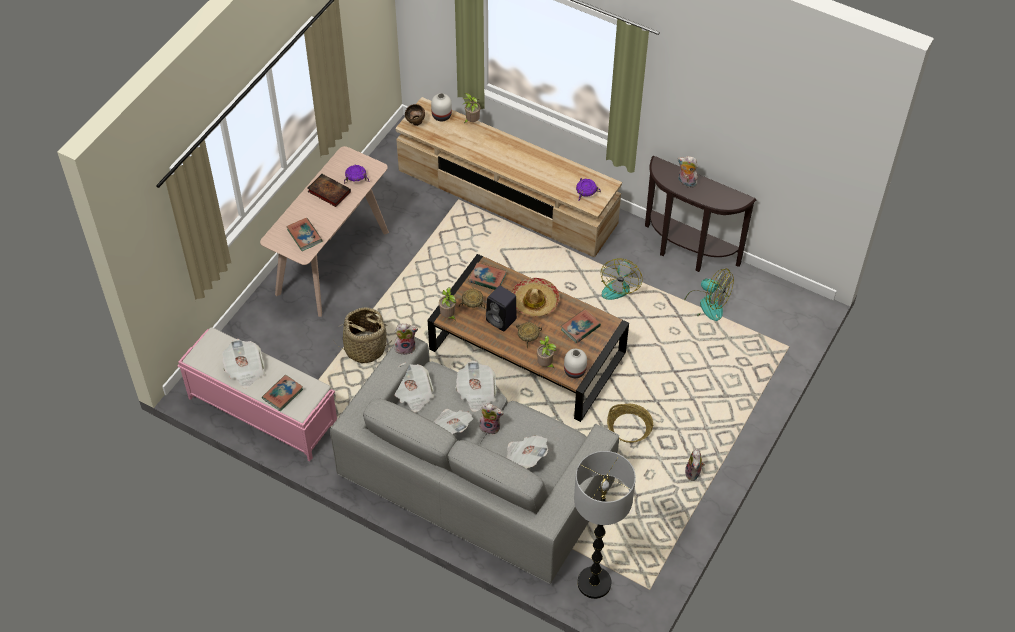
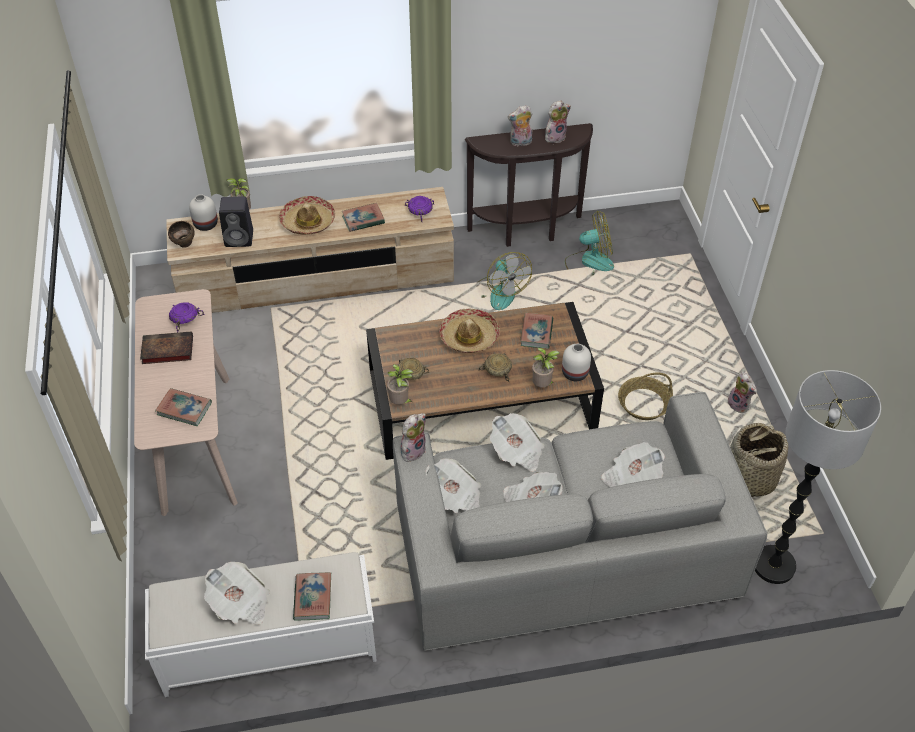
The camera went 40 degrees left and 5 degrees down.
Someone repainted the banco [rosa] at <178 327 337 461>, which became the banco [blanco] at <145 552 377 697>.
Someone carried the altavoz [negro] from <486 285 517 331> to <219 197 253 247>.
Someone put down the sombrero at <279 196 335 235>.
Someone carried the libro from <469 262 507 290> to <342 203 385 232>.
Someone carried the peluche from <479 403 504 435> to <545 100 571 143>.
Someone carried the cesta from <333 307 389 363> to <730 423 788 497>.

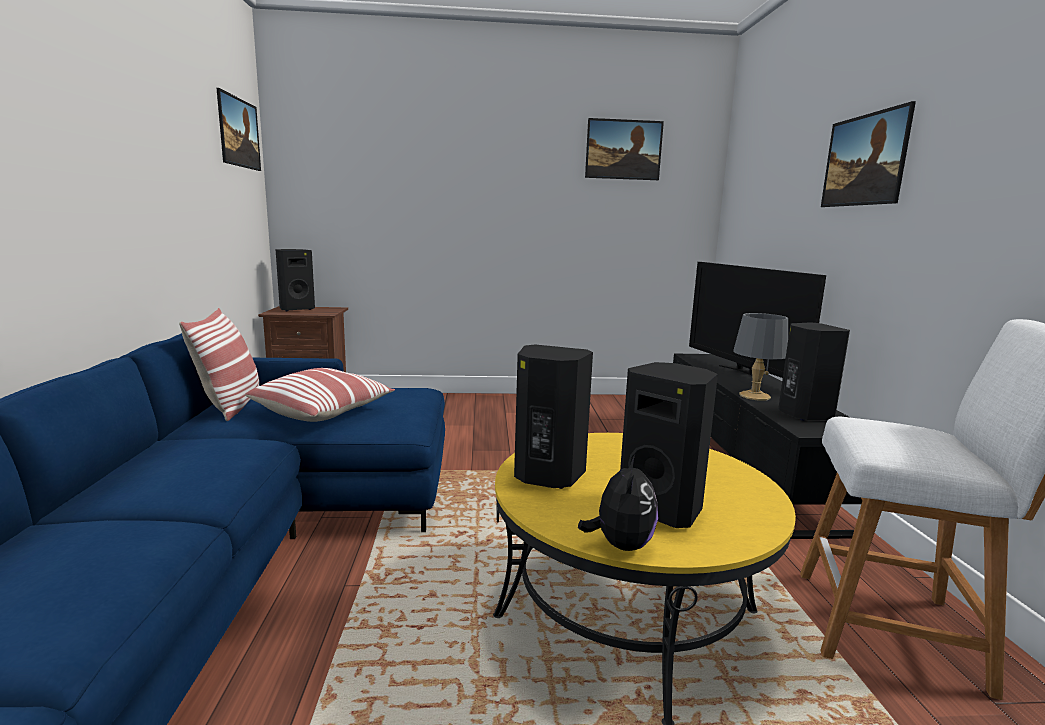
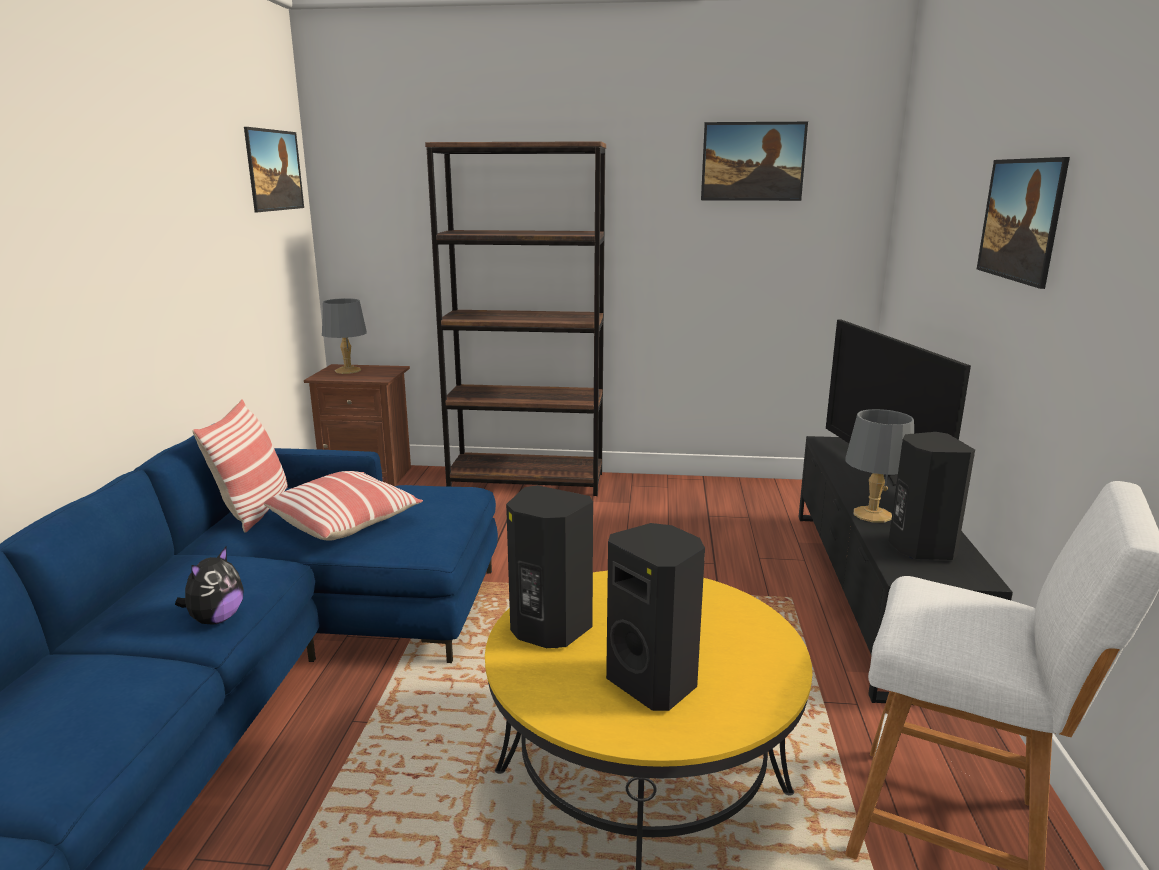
The camera went 10 degrees right and 5 degrees up.
Someone carried the peluche from <578 455 658 551> to <175 547 244 625>.
Someone swapped the altavoz [negro] at <276 249 315 311> for the lámpara de mesa [gris] at <322 298 367 374>.
Someone put down the estantería [marrón] at <425 141 606 496>.

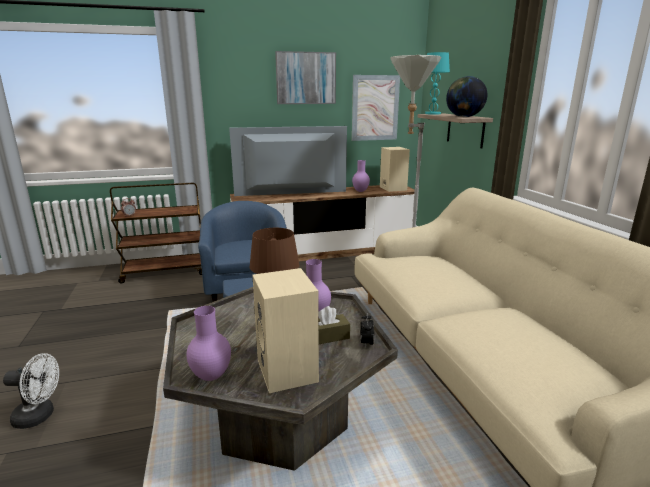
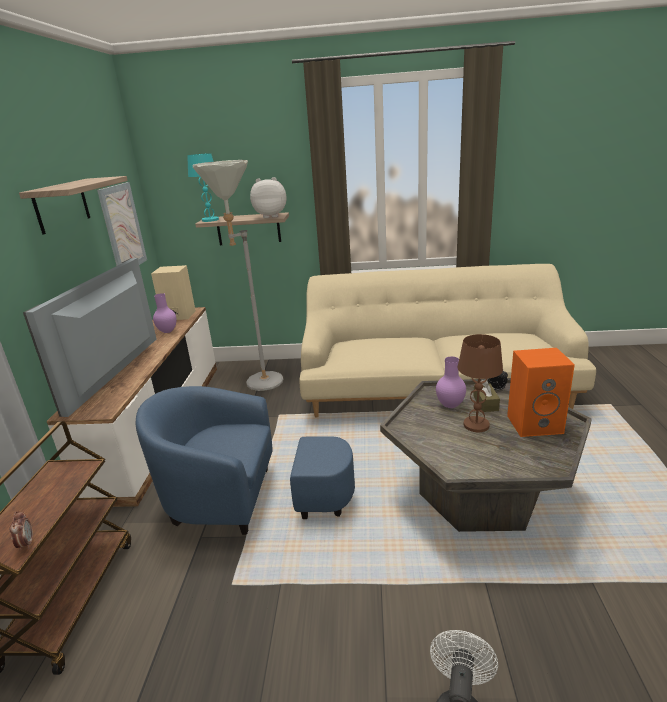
The camera went 70 degrees left and 5 degrees up.
Someone swapped the cuadro at <275 51 336 104> for the estante at <19 176 128 235>.
Someone swapped the globo terráqueo at <446 76 487 117> for the peluche at <250 177 287 218>.
Someone repainted the altavoz [beis] at <253 268 319 393>, which became the altavoz [naranja] at <507 348 575 437>.
Someone took away the florero [morado] at <186 306 231 381>.

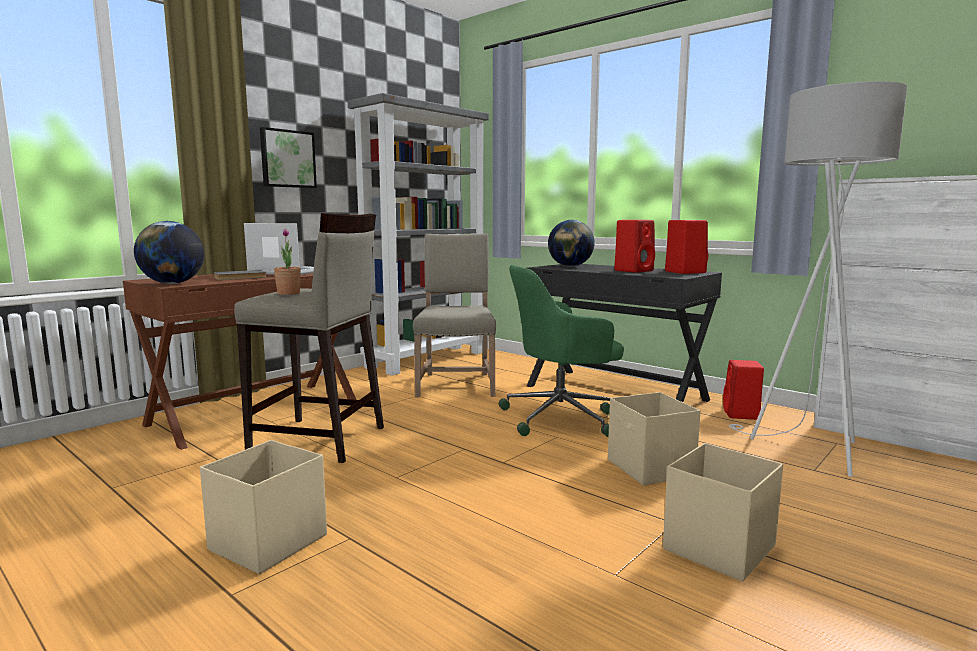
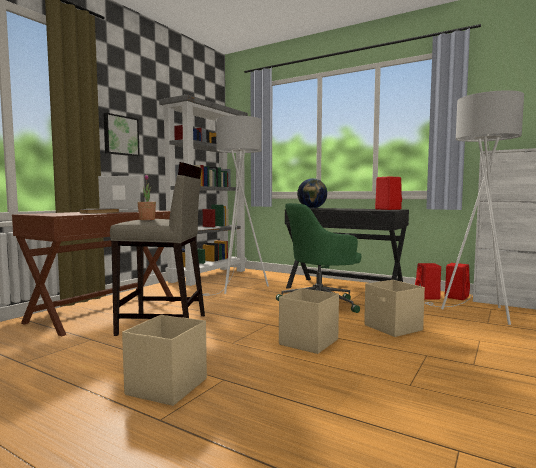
The camera went 10 degrees left and 5 degrees down.
Someone swapped the silla [beis] at <413 234 496 397> for the lámpara de pie [blanco] at <203 116 269 296>.
Someone carried the caja de almacenaje [beis] from <663 443 783 582> to <279 288 339 354>.
Someone carried the altavoz [rojo] from <614 220 655 273> to <445 263 470 300>.
Someone took away the globo terráqueo at <134 221 204 284>.

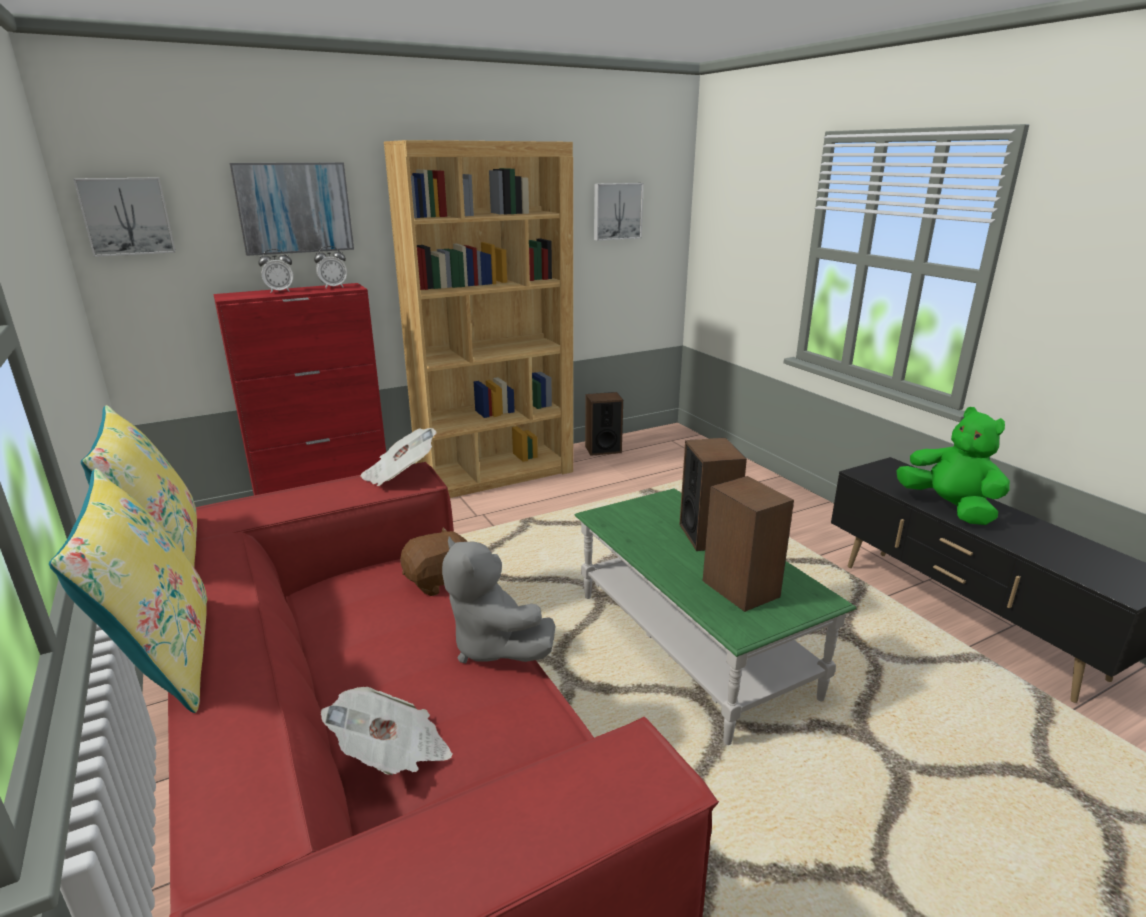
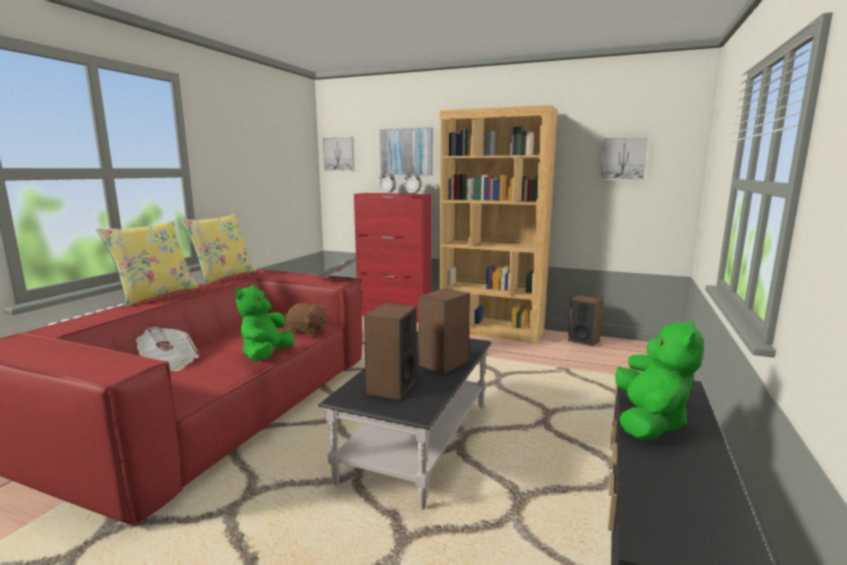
The camera went 50 degrees right and 10 degrees down.
Someone repainted the peluche [gris] at <442 537 555 663>, which became the peluche [verde] at <235 284 295 361>.
Someone repainted the mesa de centro [verde] at <575 488 857 745>, which became the mesa de centro [negro] at <318 331 492 510>.

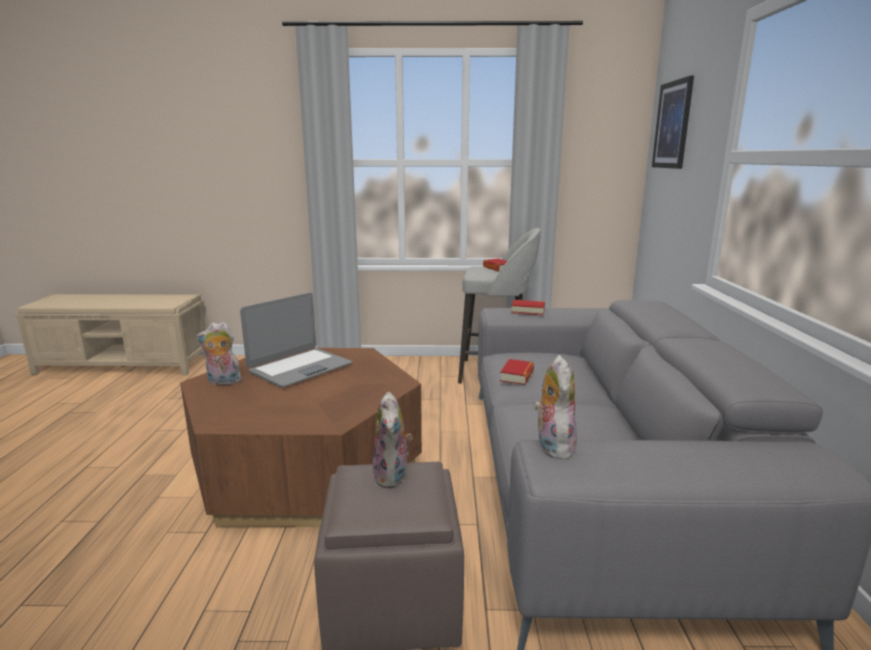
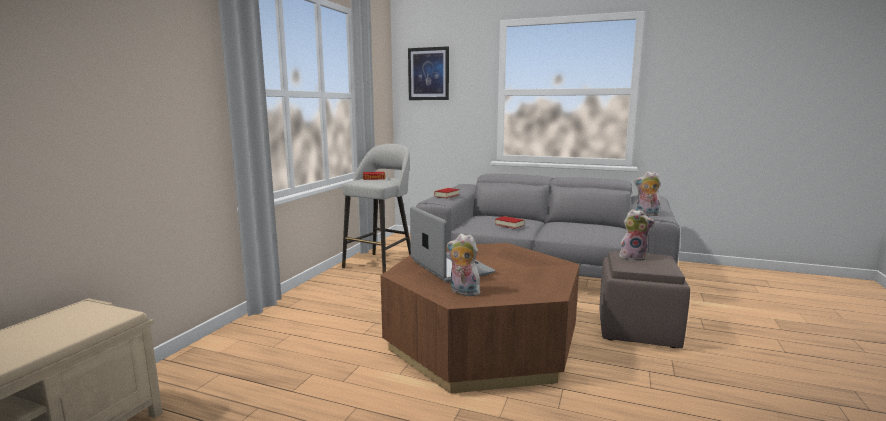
The camera went 70 degrees left and 5 degrees down.
Someone rotated the peluche at <196 322 242 385> by 105 degrees clockwise.

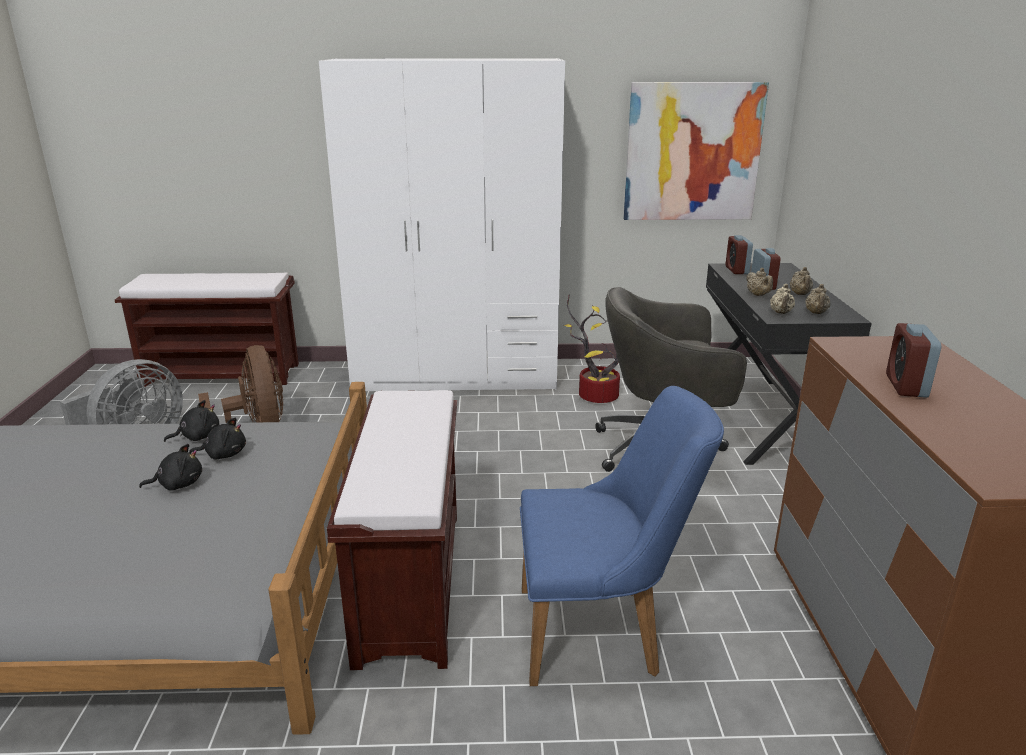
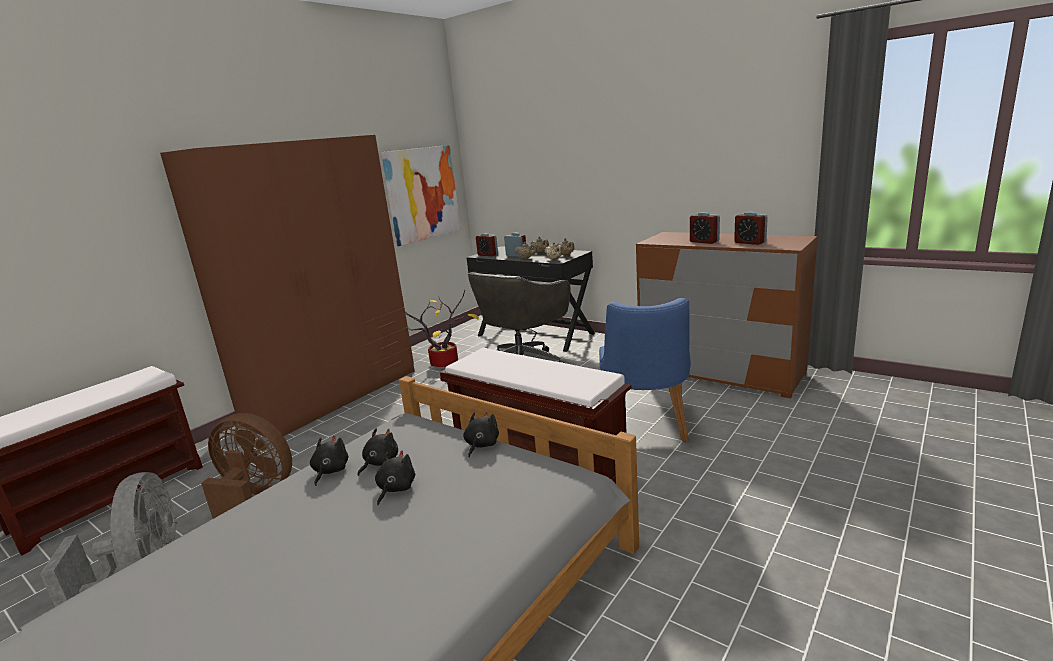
The camera went 50 degrees left and 5 degrees down.
Someone repainted the armario ropero [blanco] at <319 58 565 391>, which became the armario ropero [marrón] at <160 135 415 437>.
Someone put down the peluche [negro] at <463 411 499 458>.
Someone rotated the silla [azul] at <520 386 724 686> by 150 degrees clockwise.
Someone put down the despertador at <734 211 768 245>.

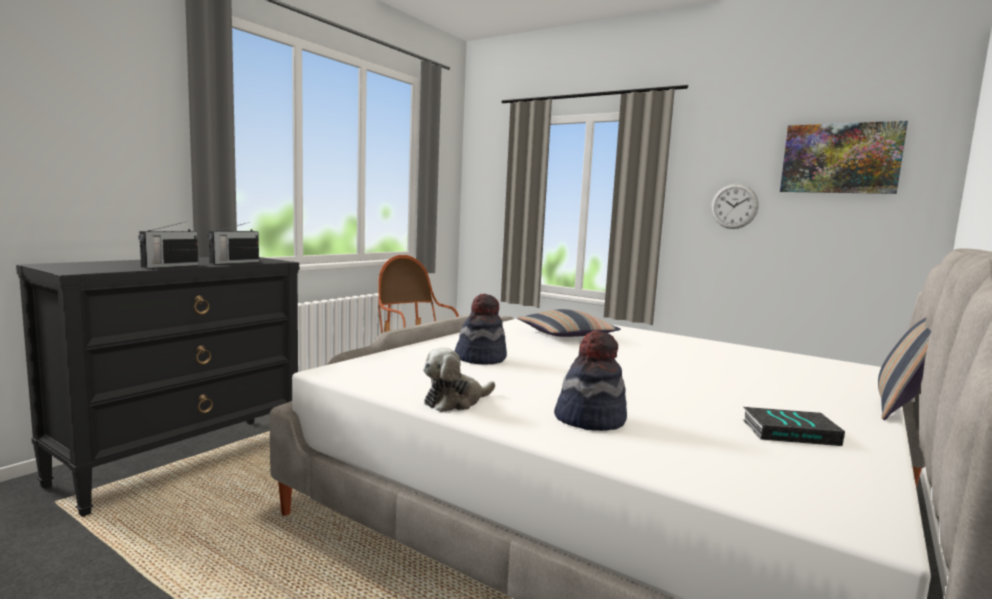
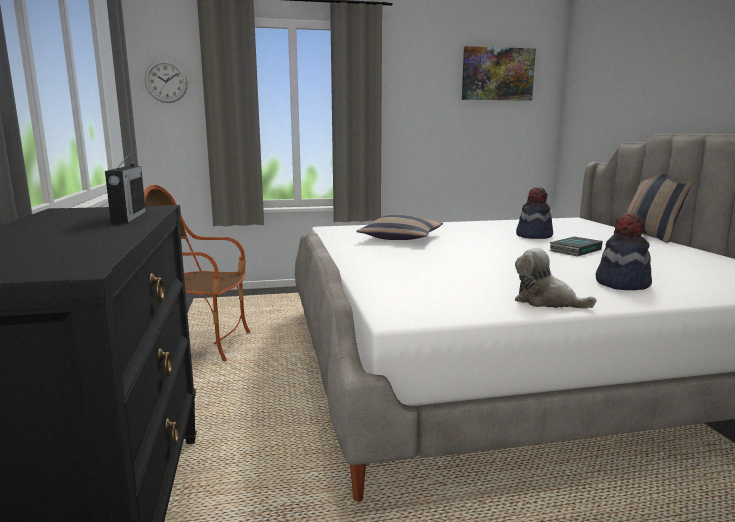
The camera went 45 degrees left and 5 degrees up.
Someone carried the reloj de pared from <711 184 759 229> to <145 60 188 103>.
Someone rotated the peluche at <423 347 495 412> by 120 degrees clockwise.
Someone carried the sombrero from <455 294 507 364> to <516 187 553 239>.
Someone carried the libro from <743 407 845 446> to <549 237 603 256>.
Someone took away the radio at <138 221 199 268>.

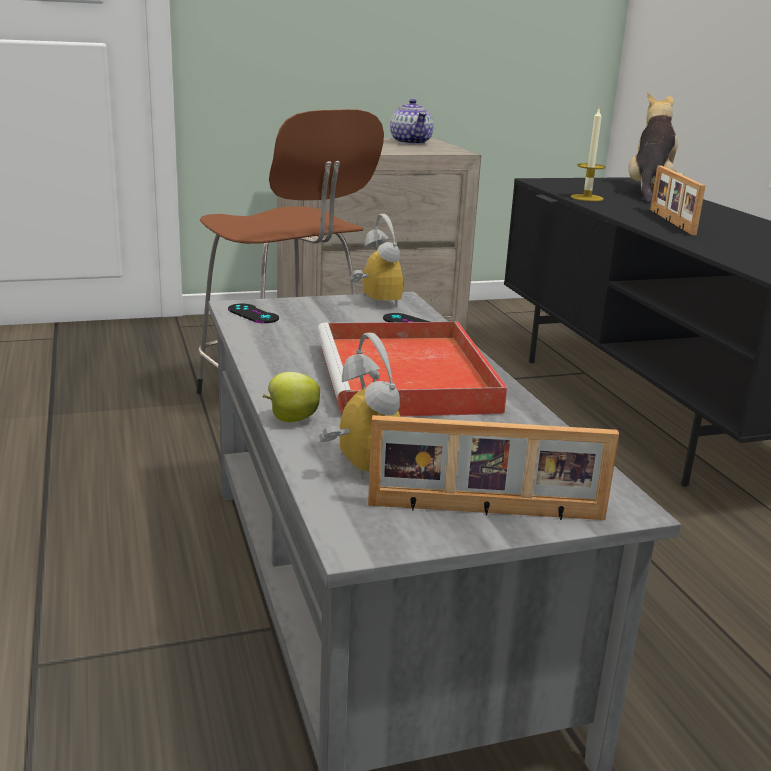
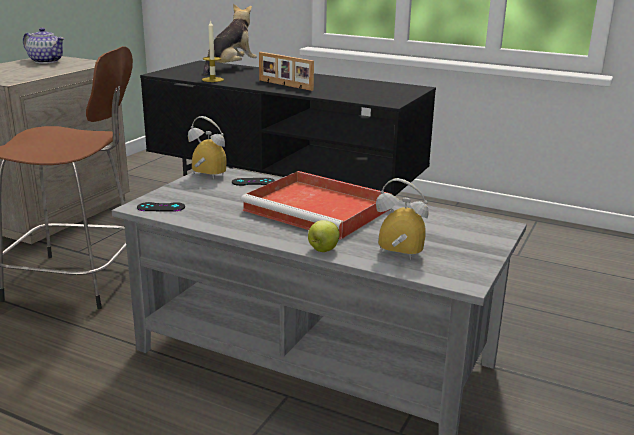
The camera went 45 degrees left and 0 degrees up.
Someone rotated the peluche at <629 92 684 203> by 60 degrees clockwise.
Someone took away the portarretratos at <368 415 619 520>.

